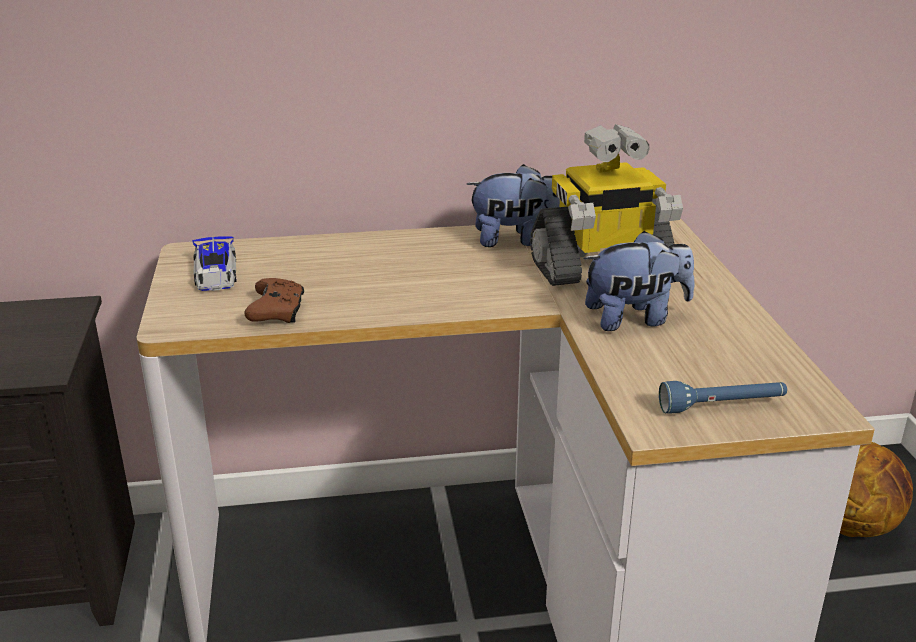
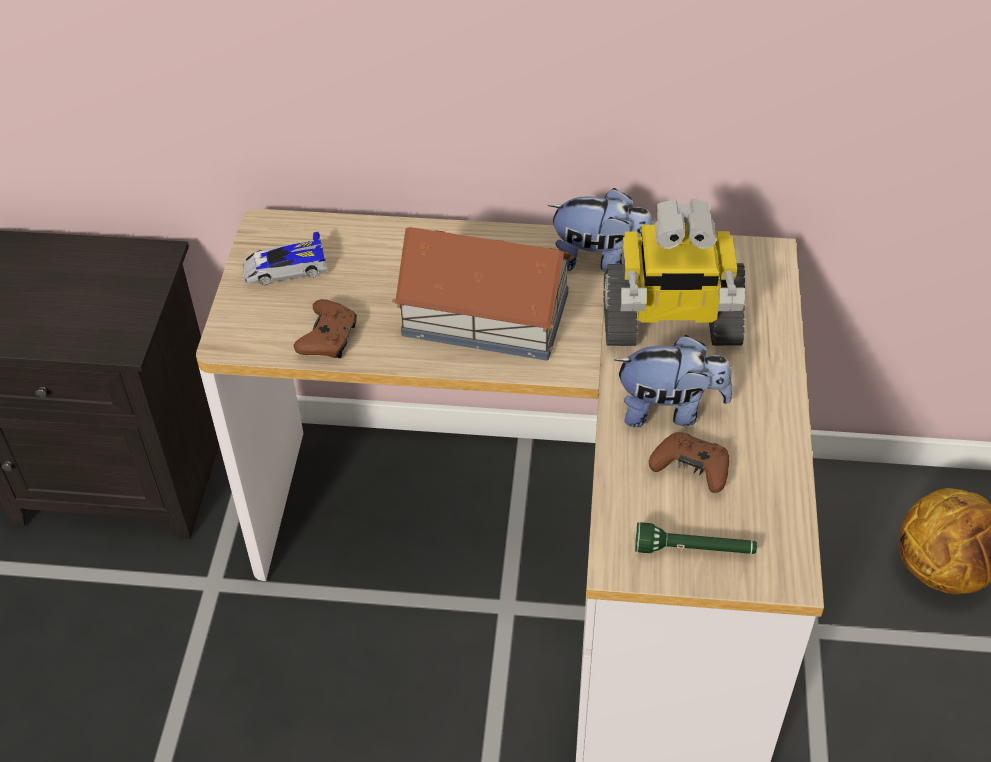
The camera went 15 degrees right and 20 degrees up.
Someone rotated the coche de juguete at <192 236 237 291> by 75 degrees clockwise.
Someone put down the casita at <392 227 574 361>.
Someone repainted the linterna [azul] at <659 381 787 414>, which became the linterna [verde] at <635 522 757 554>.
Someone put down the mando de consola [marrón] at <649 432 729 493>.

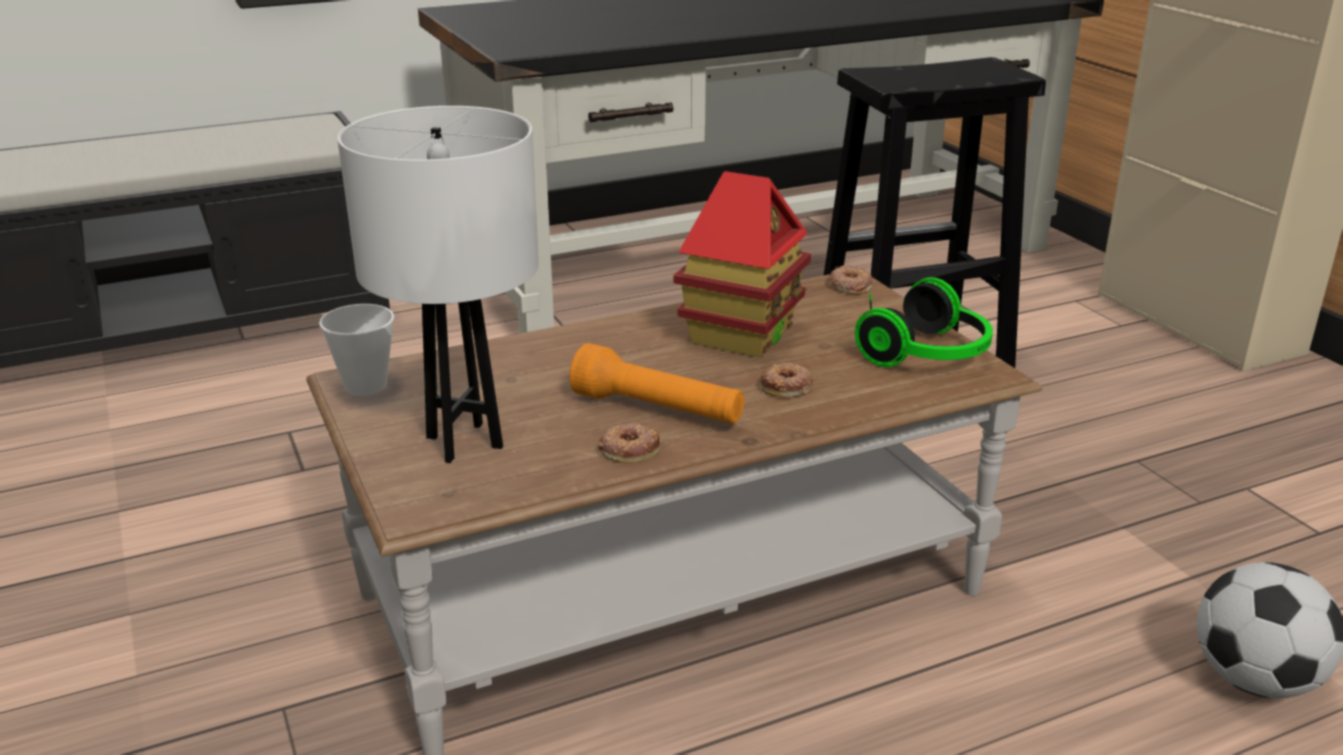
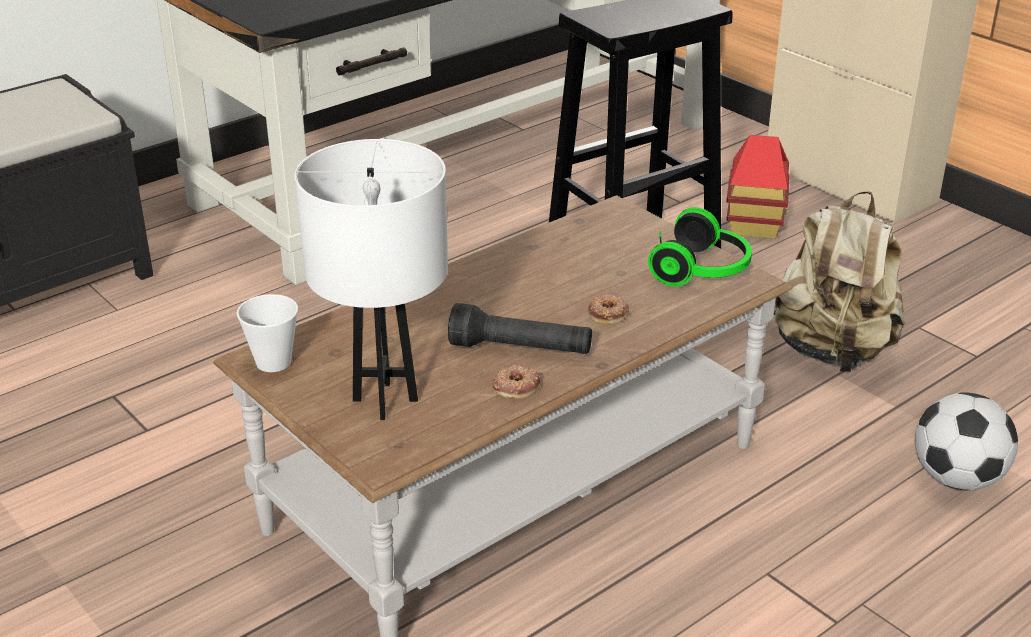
The camera went 15 degrees left and 5 degrees up.
Someone repainted the linterna [naranja] at <569 343 744 424>, which became the linterna [negro] at <448 303 592 354>.
Someone carried the casita from <673 171 811 358> to <726 135 790 239>.
Someone put down the mochila [beis] at <774 191 905 372>.
Someone took away the rosquilla at <828 265 873 295>.

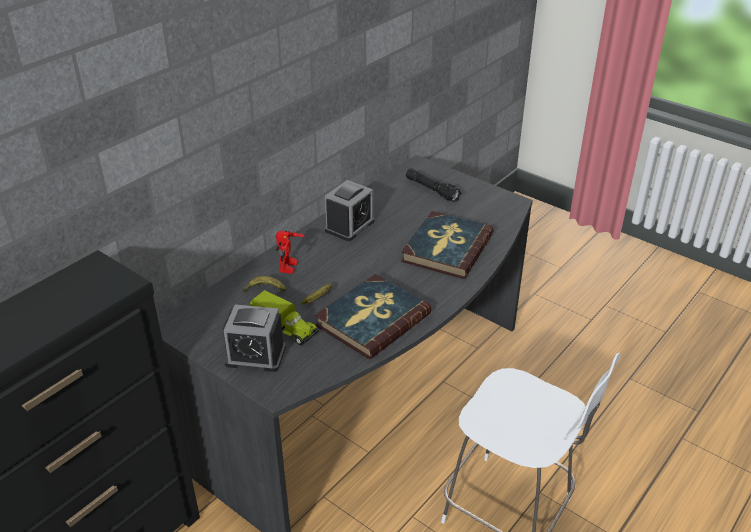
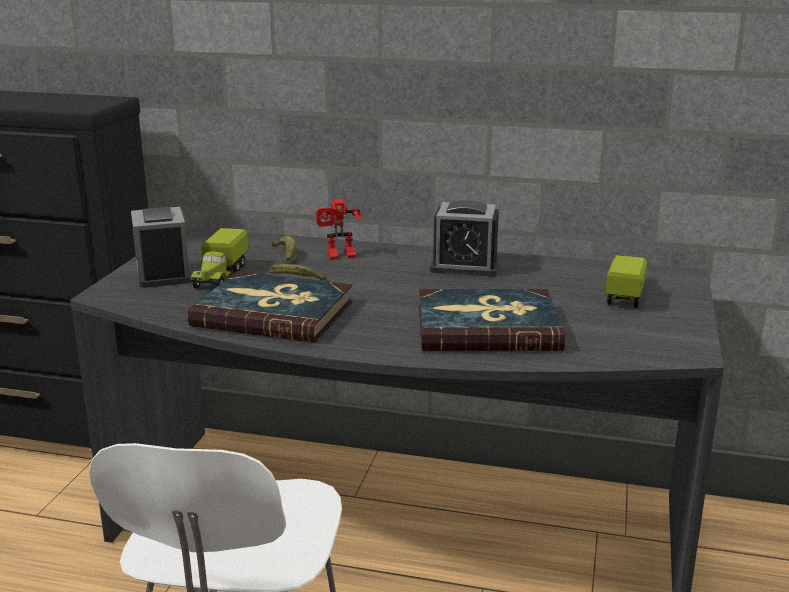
The camera went 65 degrees right and 15 degrees down.
Someone swapped the linterna [negro] at <406 168 461 202> for the camión de juguete at <605 255 647 308>.

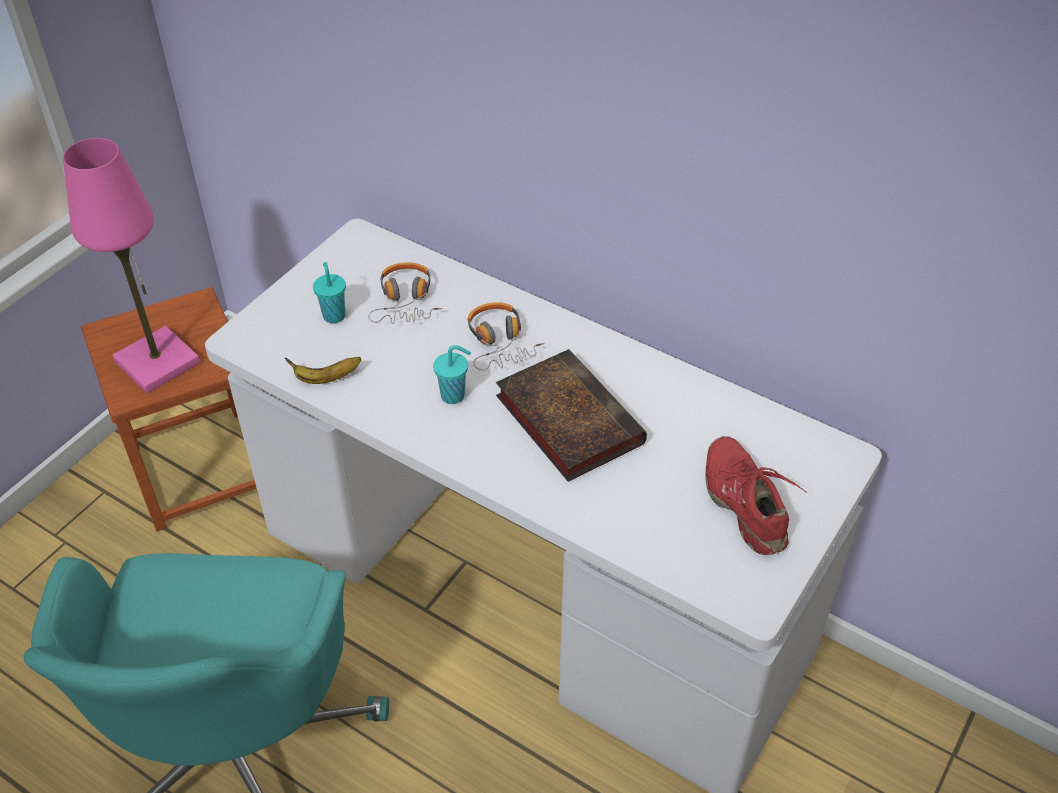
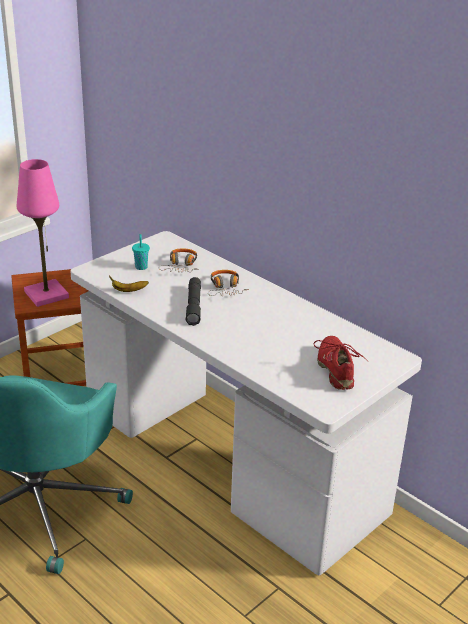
The camera went 10 degrees right and 15 degrees down.
Someone swapped the taza [turquesa] at <433 345 471 404> for the linterna [gris] at <185 277 201 326>.
Someone took away the libro at <496 349 647 482>.

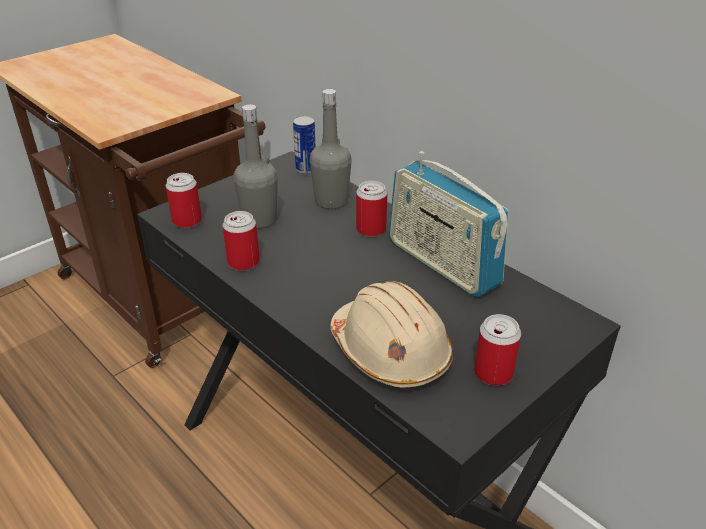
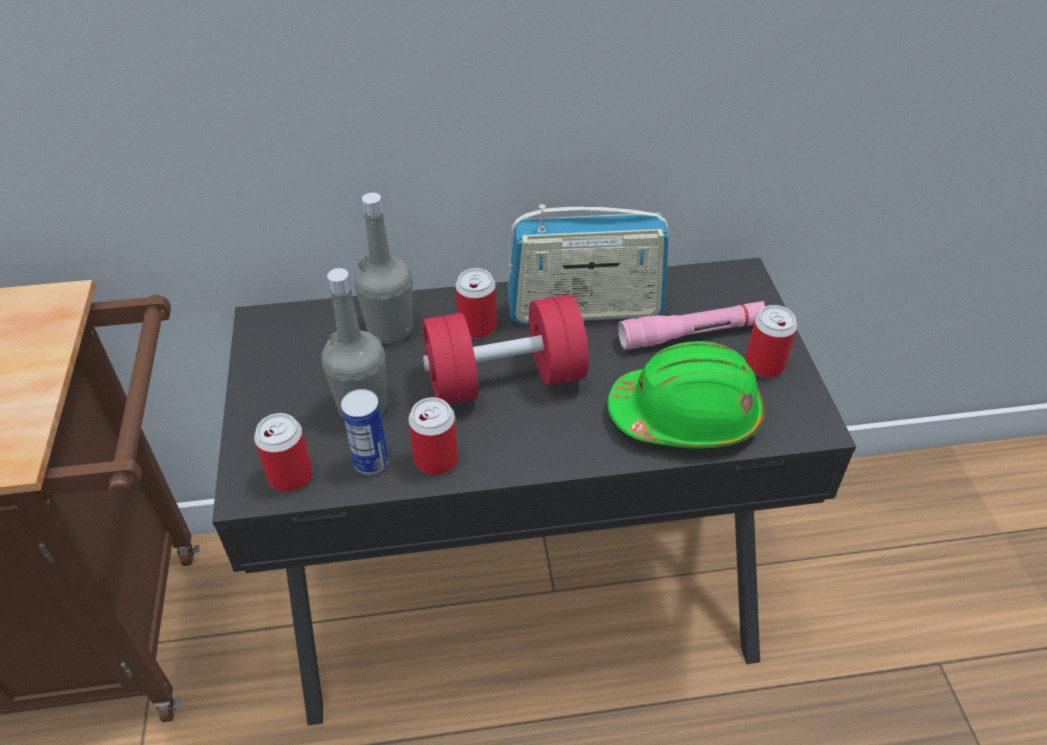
The camera went 55 degrees left and 10 degrees up.
Someone carried the lata from <293 116 315 175> to <341 389 388 476>.
Someone put down the mancuerna [rojo] at <423 295 589 404>.
Someone repainted the casco [beis] at <330 281 453 387>, which became the casco [verde] at <607 341 765 448>.
Someone put down the linterna [rosa] at <618 301 765 350>.

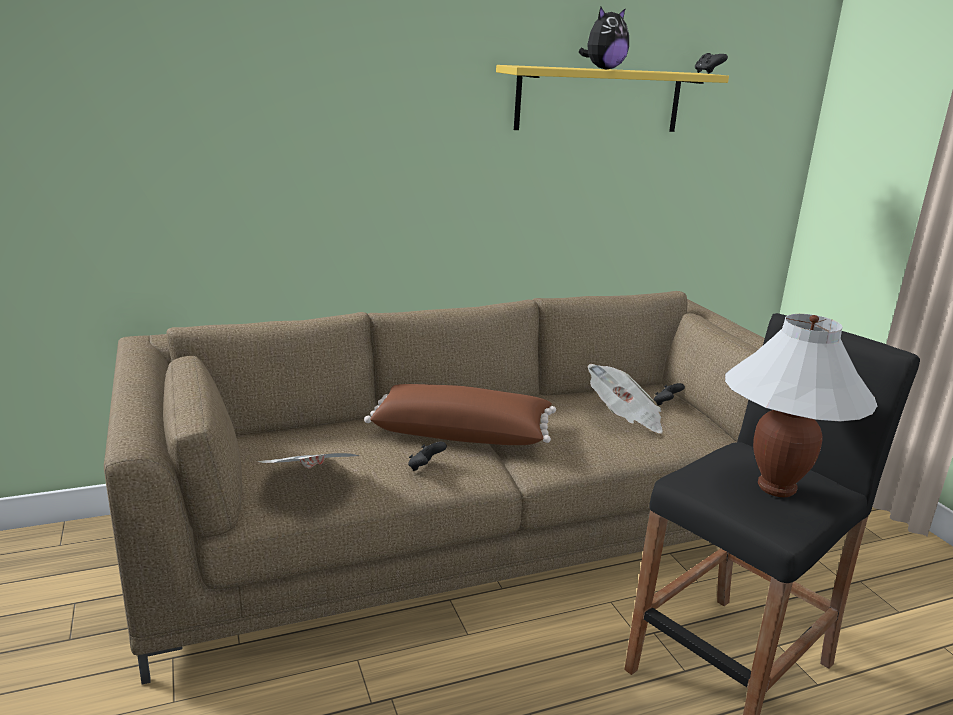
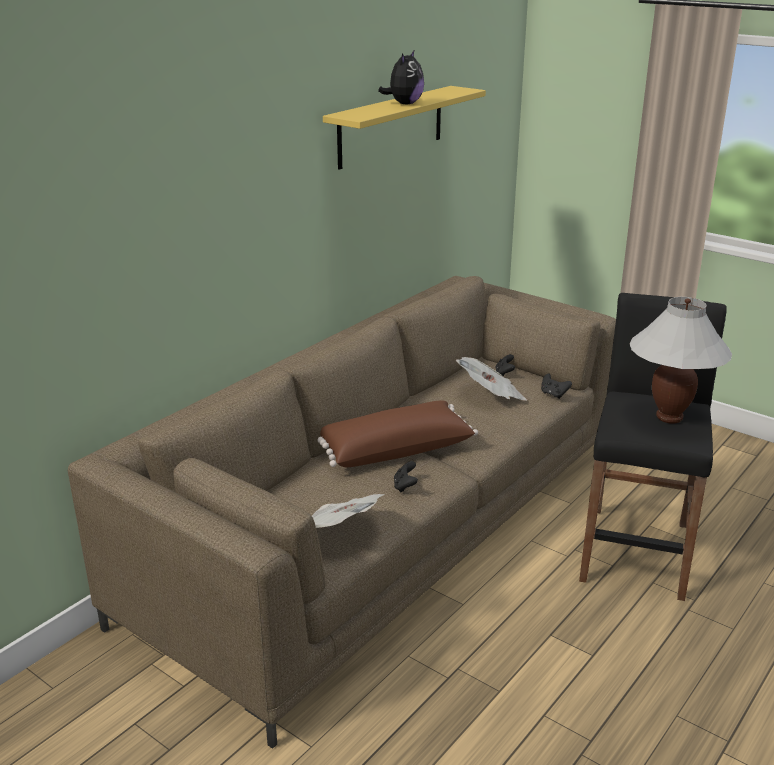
The camera went 30 degrees left and 5 degrees up.
Someone carried the mando de consola [negro] from <695 53 728 74> to <541 374 572 399>.

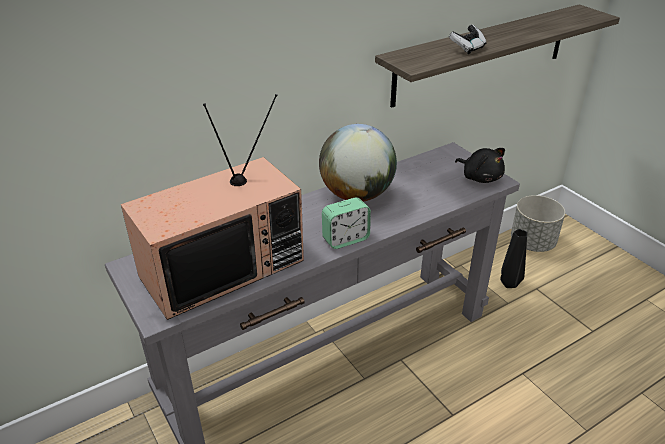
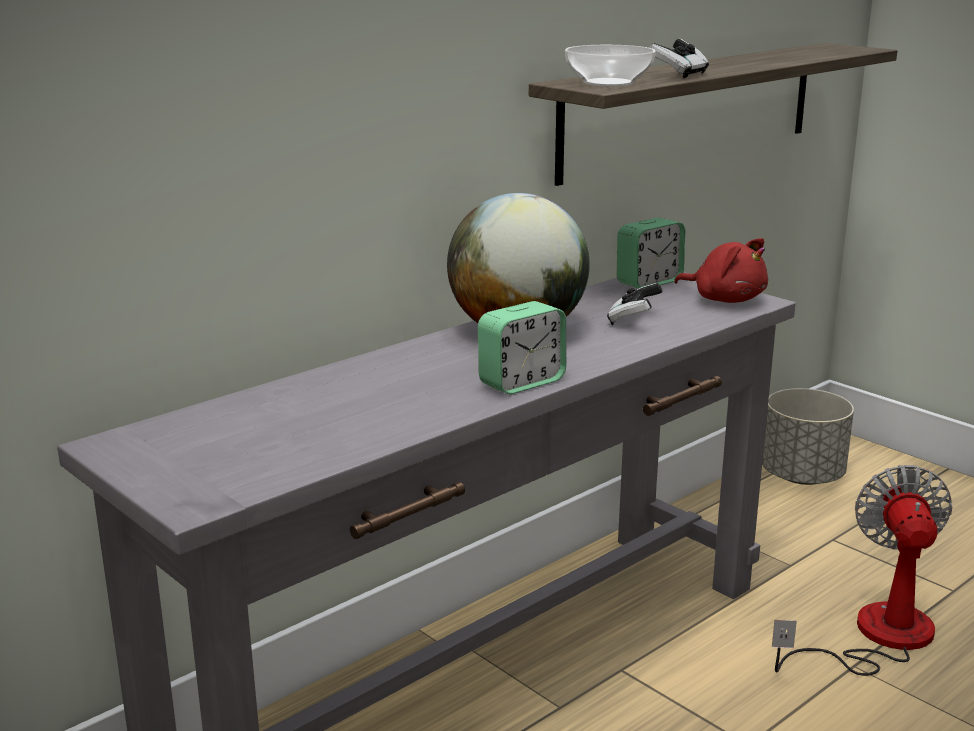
The camera went 10 degrees left and 15 degrees down.
Someone put down the cuenco at <565 45 656 87>.
Someone put down the mando de consola at <607 283 662 325>.
Someone put down the despertador at <617 218 685 289>.
Someone repainted the peluche [negro] at <455 148 505 183>, which became the peluche [rojo] at <674 238 768 303>.
Someone put down the ventilador at <772 465 953 676>.
Someone took away the televisor at <121 94 304 320>.
Someone took away the florero [negro] at <500 229 527 288>.

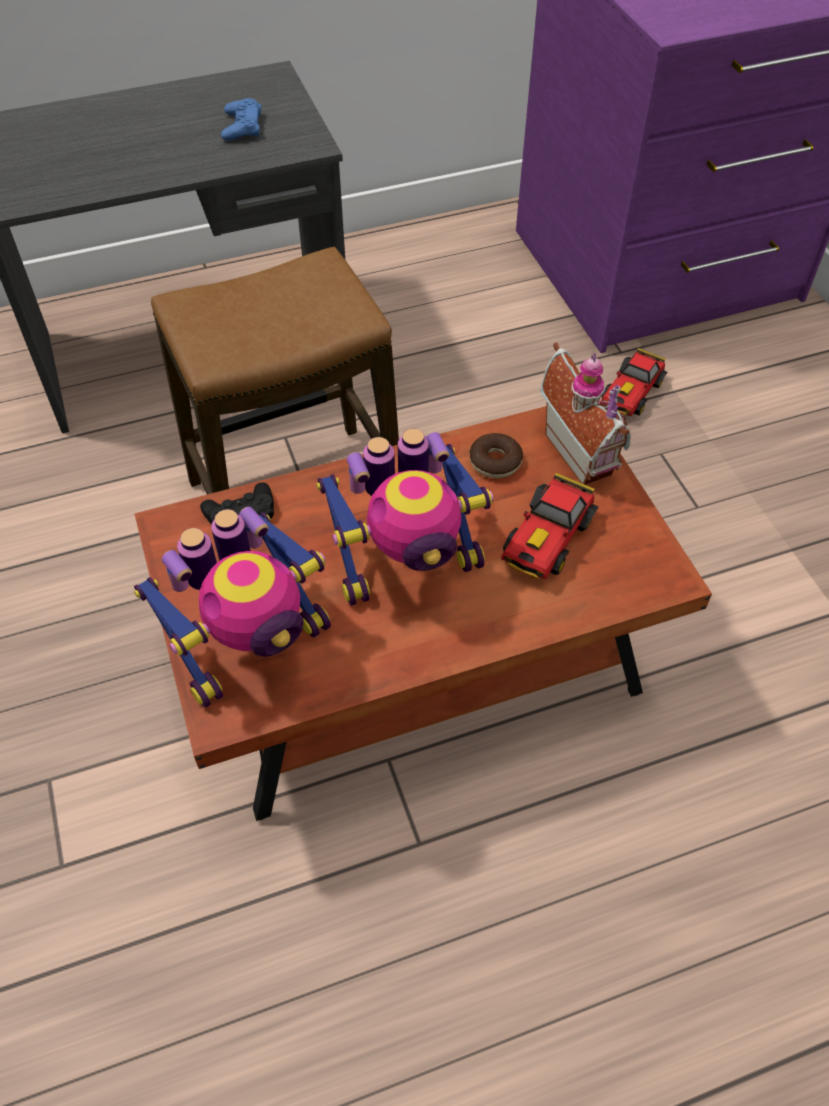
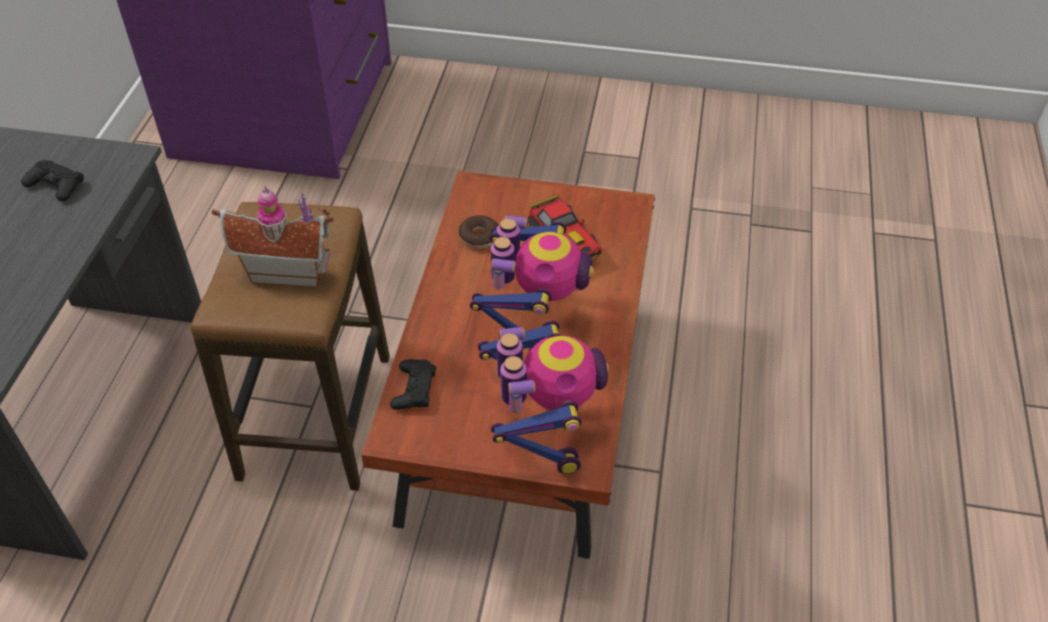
The camera went 60 degrees left and 5 degrees down.
Someone repainted the mando de consola [azul] at <221 98 262 140>, which became the mando de consola [negro] at <21 160 84 201>.
Someone carried the casita from <540 342 631 485> to <212 186 334 288>.
Someone took away the coche de juguete at <601 348 668 416>.

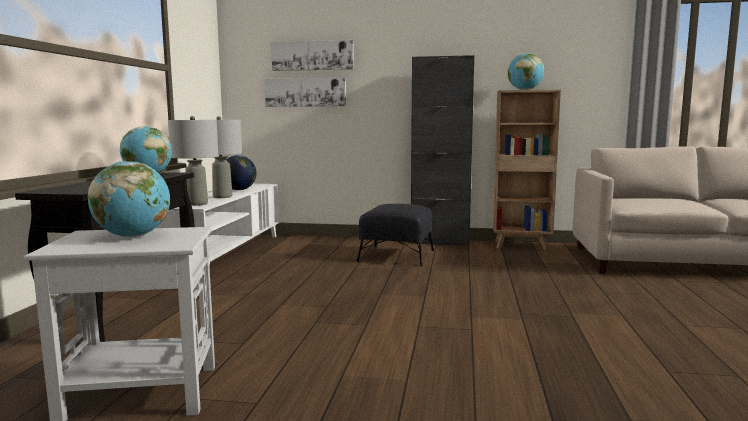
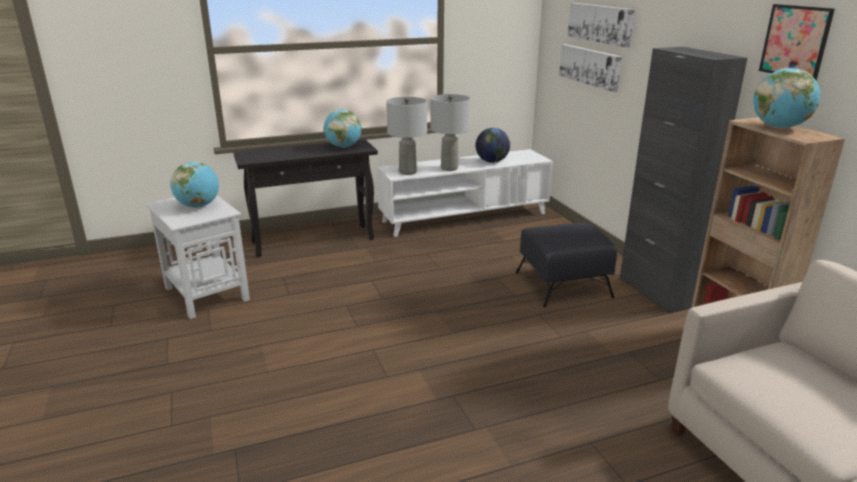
The camera went 60 degrees right and 15 degrees up.
Someone put up the cuadro at <759 4 835 81>.

